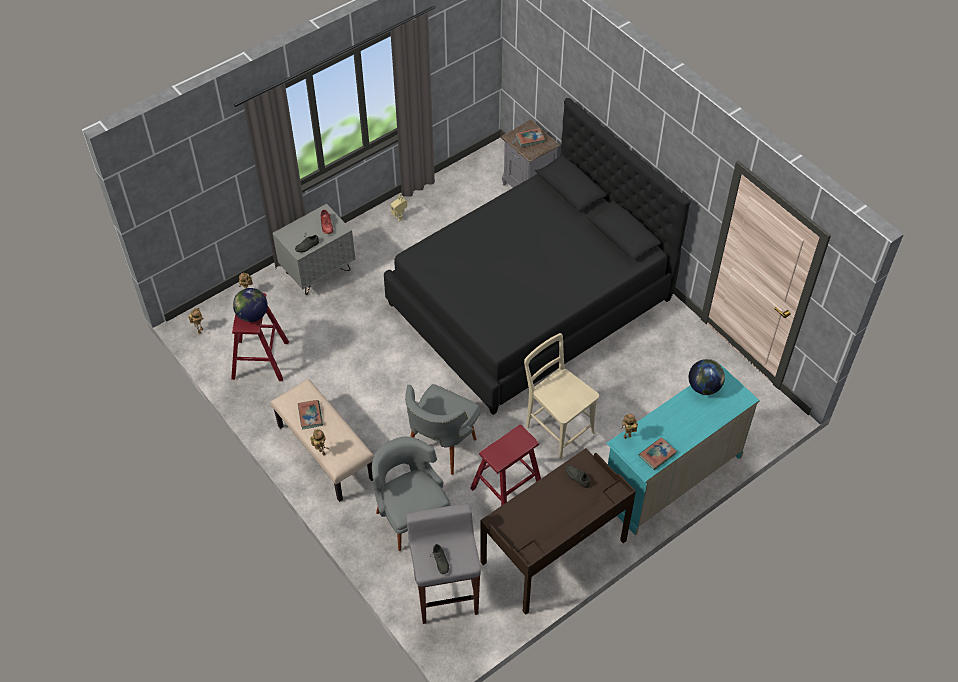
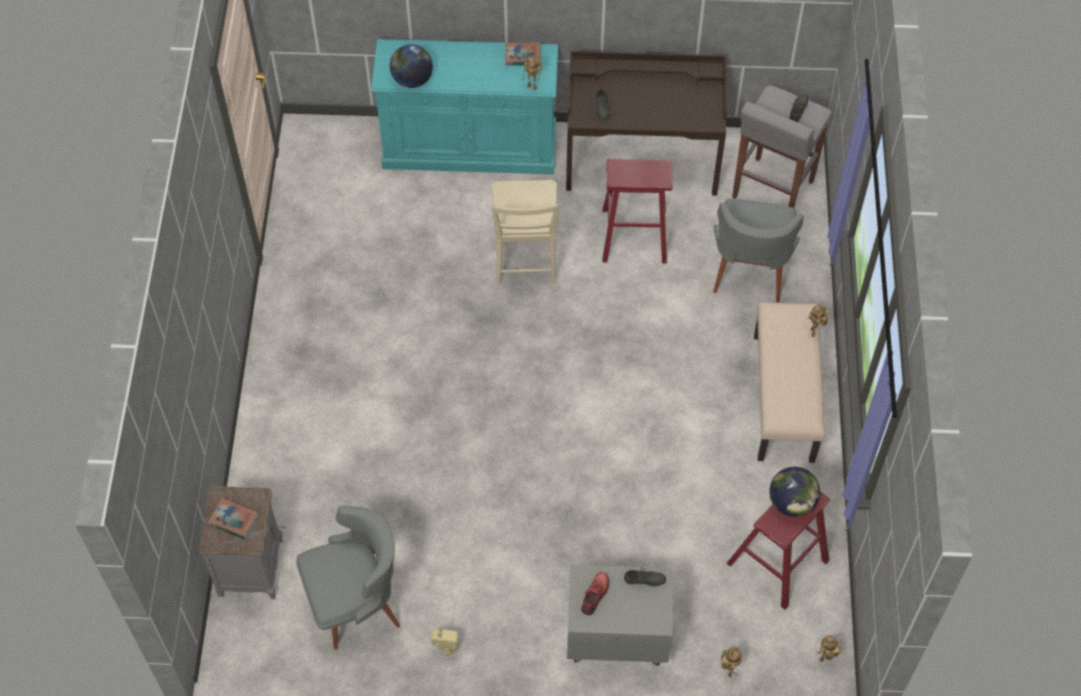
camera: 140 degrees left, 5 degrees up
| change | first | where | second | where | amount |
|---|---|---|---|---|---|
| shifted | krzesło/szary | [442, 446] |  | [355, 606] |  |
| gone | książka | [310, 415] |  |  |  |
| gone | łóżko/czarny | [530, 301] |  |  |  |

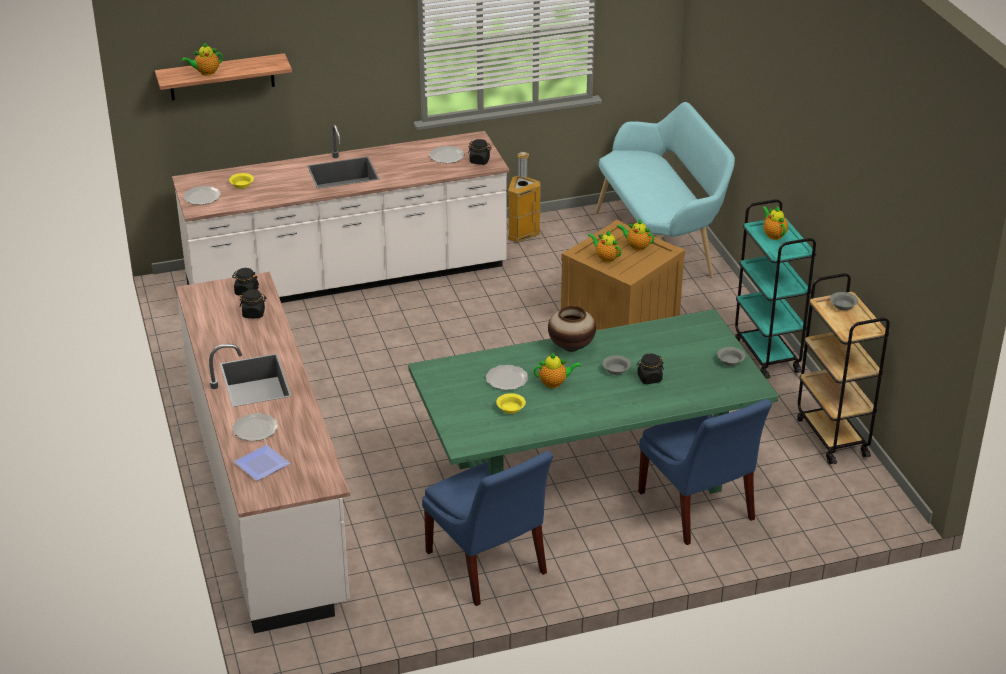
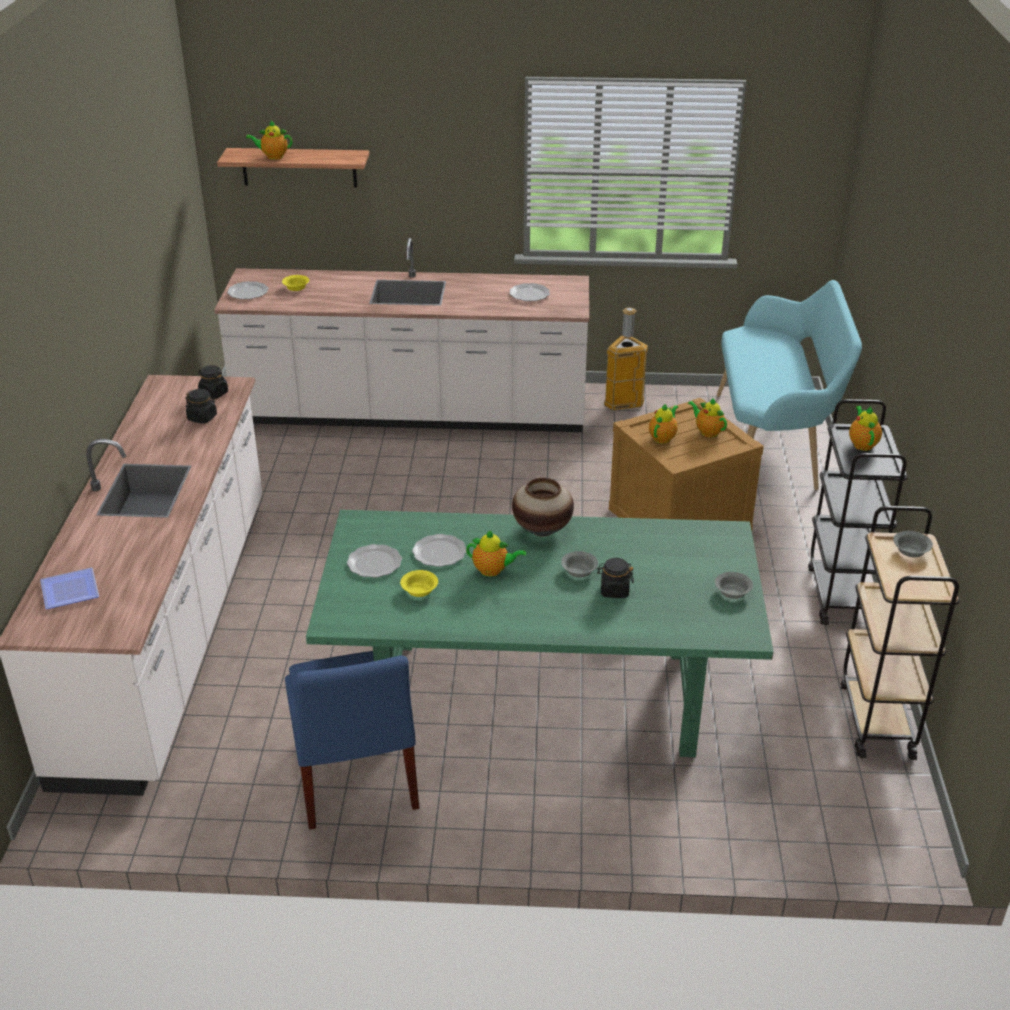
camera: 20 degrees right, 0 degrees up
| change | first | where | second | where | amount |
|---|---|---|---|---|---|
| shifted | talerz | [255, 428] |  | [375, 563] |  |
| rotated | imbryk | [605, 258] |  | [663, 438] | 60 degrees clockwise |
| repainted | wózek/turkusowy | [768, 356] | wózek/czarny | [840, 597] |  |
| gone | słoik/czarny | [479, 161] |  |  |  |
| gone | krzesło/niebieski | [698, 509] |  |  |  |

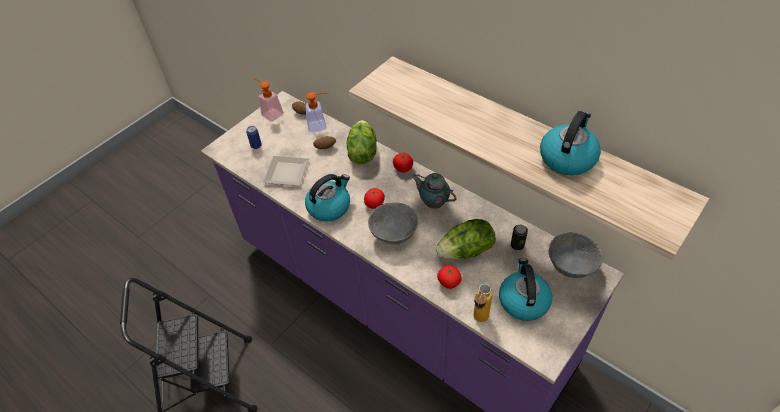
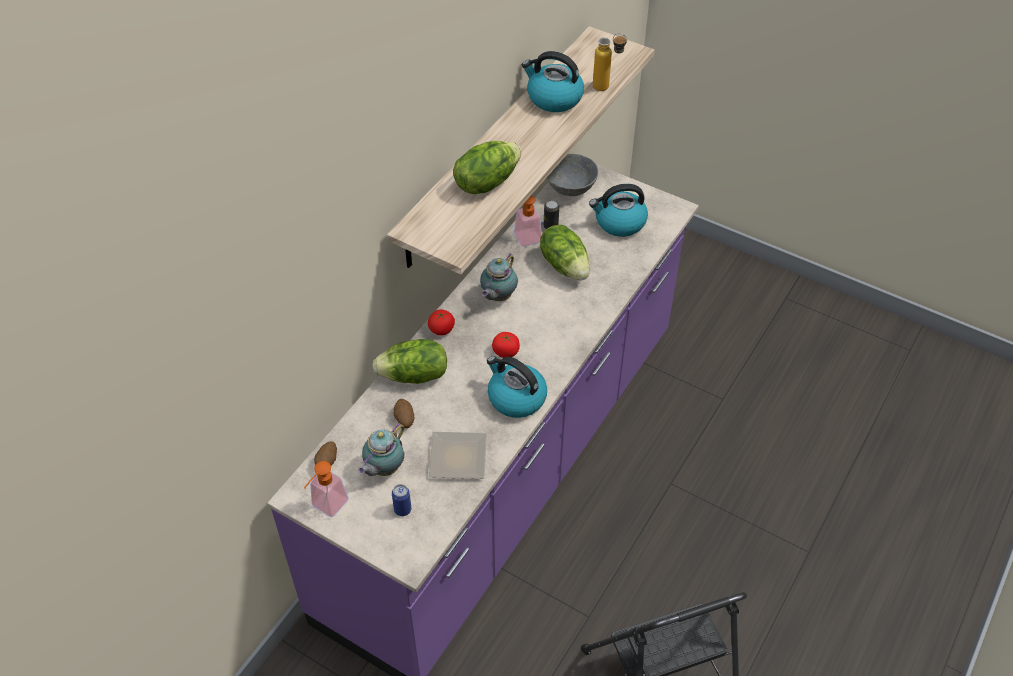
camera: 100 degrees left, 0 degrees up
| change | first | where | second | where | amount |
|---|---|---|---|---|---|
| new |  |  | imbryk | [383, 469] |  |
| new |  |  | sałata | [486, 182] |  |
| shifted | dozownik mydła | [320, 125] |  | [525, 234] |  |
| shifted | butelka | [479, 321] |  | [607, 88] |  |
| gone | miska/szary | [394, 234] |  |  |  |
| gone | pomidor | [449, 282] |  |  |  |

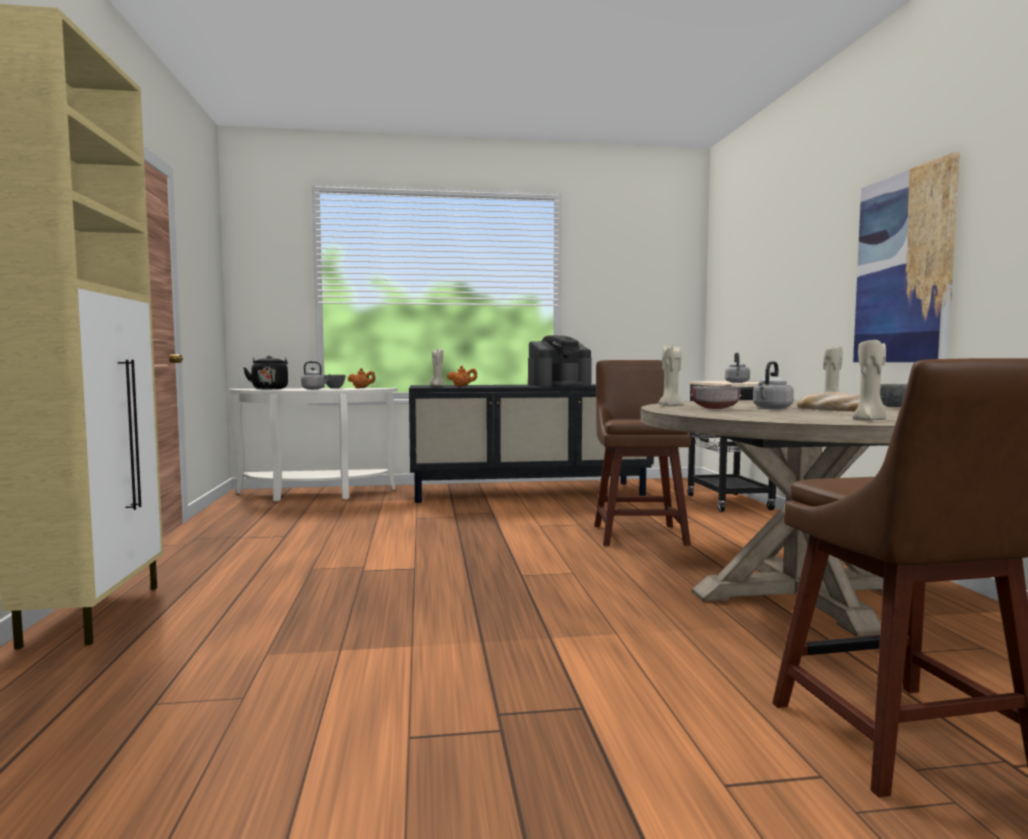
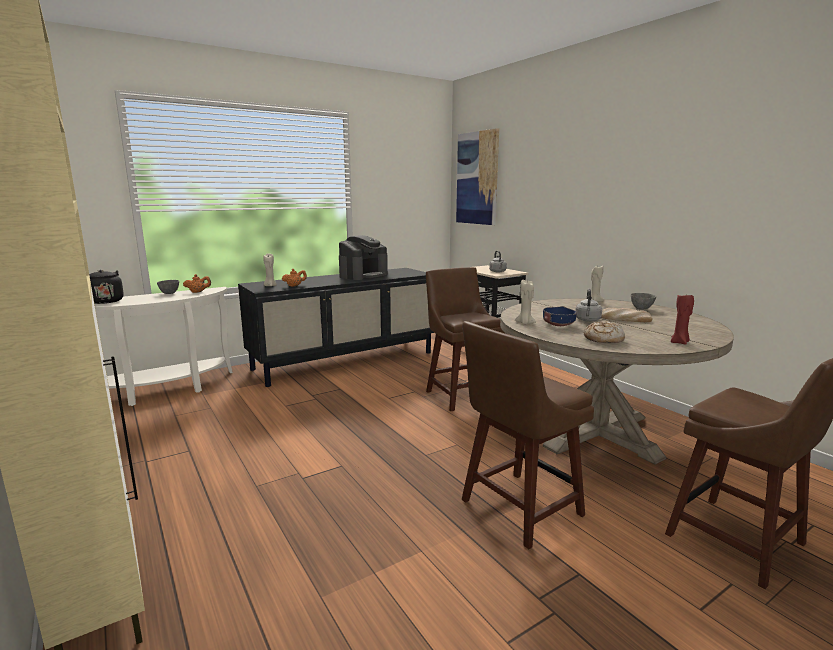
camera: 25 degrees left, 10 degrees up
| change | first | where | second | where | amount |
|---|---|---|---|---|---|
| shifted | obraz | [904, 268] |  | [477, 178] |  |
| new |  |  | krzesło/brązowy | [516, 509] |  |
| repainted | miska/szary | [714, 408] | miska/niebieski | [558, 325] |  |
| new |  |  | chleb | [603, 339] |  |
| repainted | świeca/beżowy | [869, 420] | świeca/czerwony | [680, 342] |  |
| gone | czajnik/szary | [314, 389] |  |  |  |

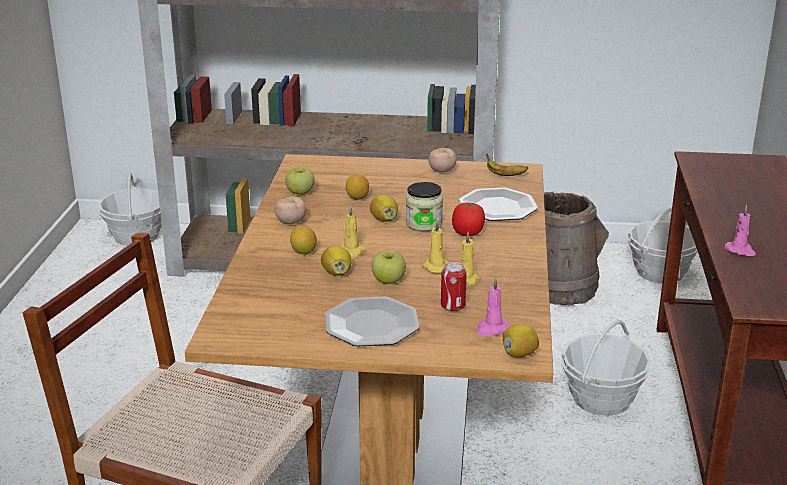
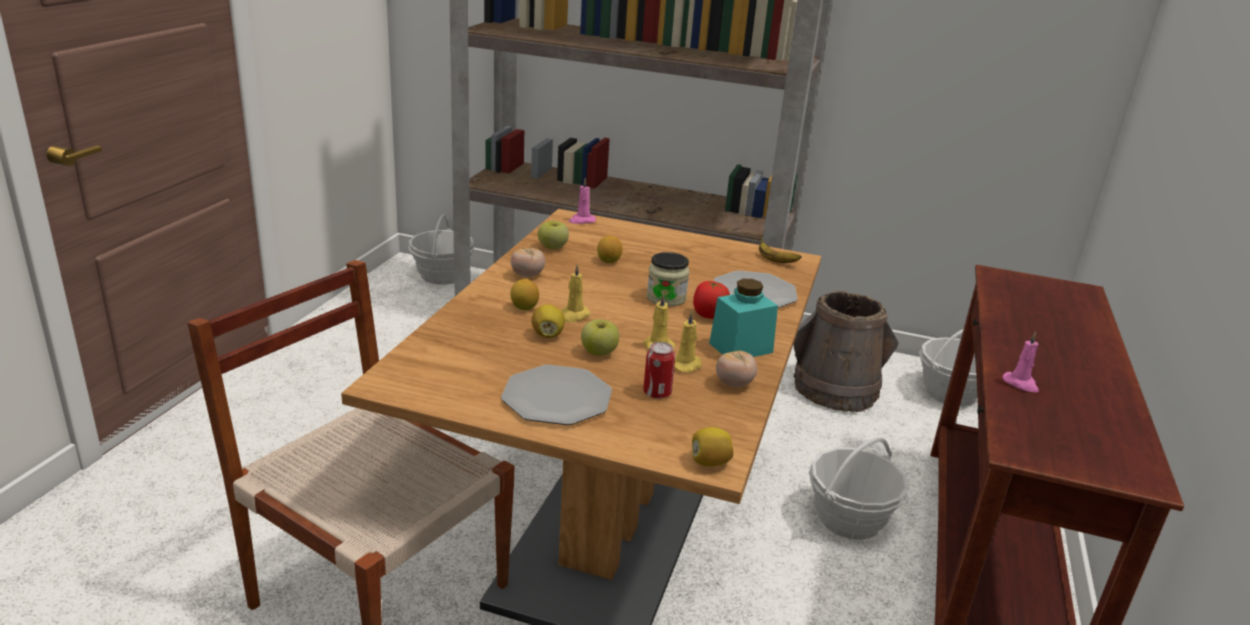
camera: 10 degrees right, 0 degrees up
| change | first | where | second | where | amount |
|---|---|---|---|---|---|
| shifted | świeca/różowy | [491, 329] |  | [581, 221] |  |
| new |  |  | słoik/turkusowy | [740, 348] |  |
| shifted | pomidor | [442, 171] |  | [734, 384] |  |
| gone | cytryna | [384, 219] |  |  |  |

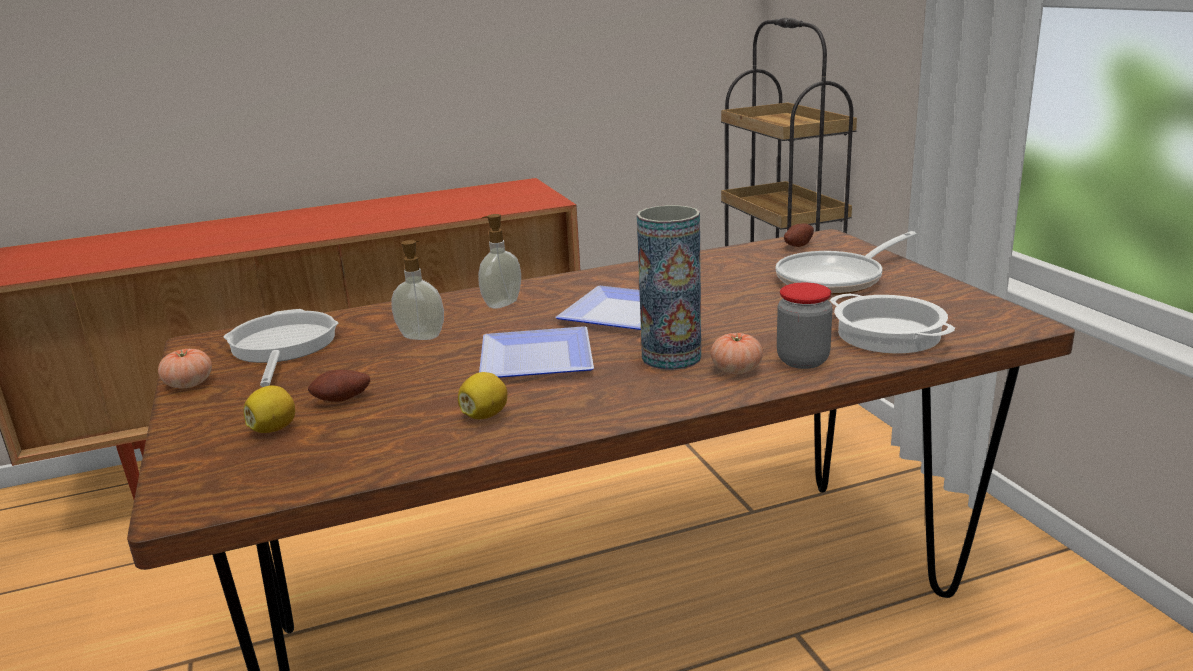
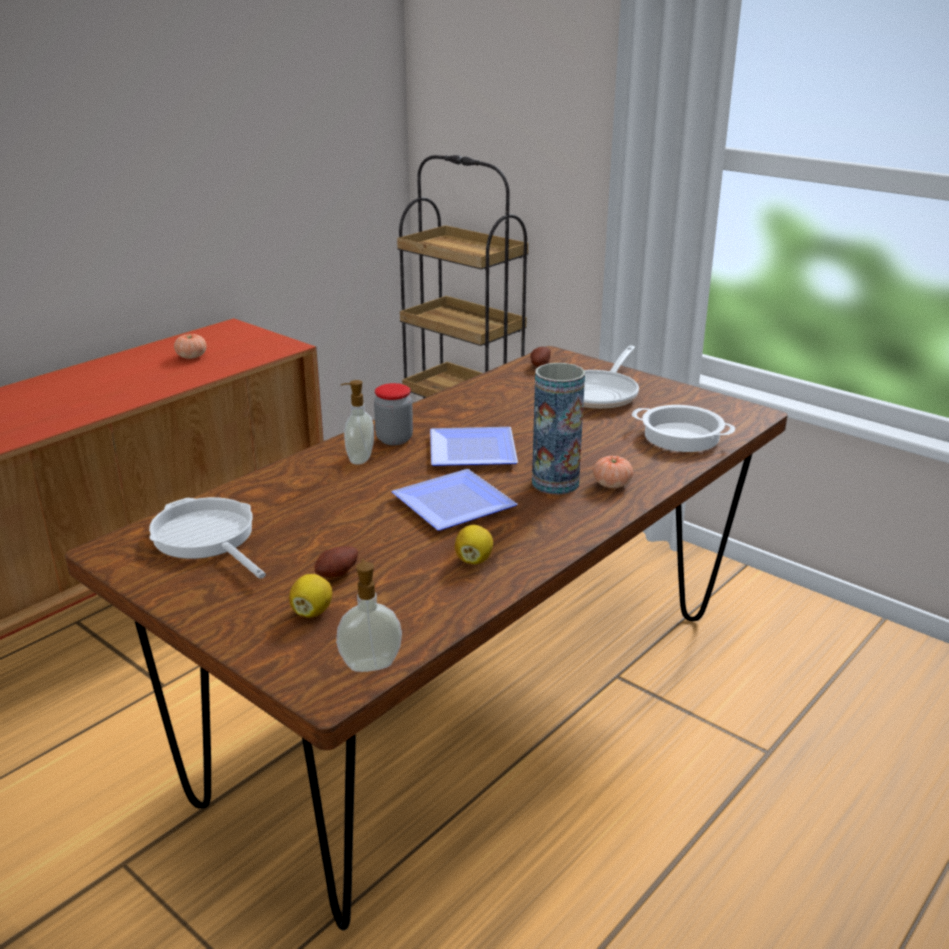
camera: 30 degrees left, 5 degrees up
| change | first | where | second | where | amount |
|---|---|---|---|---|---|
| shifted | pomidor | [189, 384] |  | [191, 356] |  |
| shifted | dozownik mydła | [422, 336] |  | [370, 664] |  |
| shifted | słoik | [802, 360] |  | [394, 439] |  |

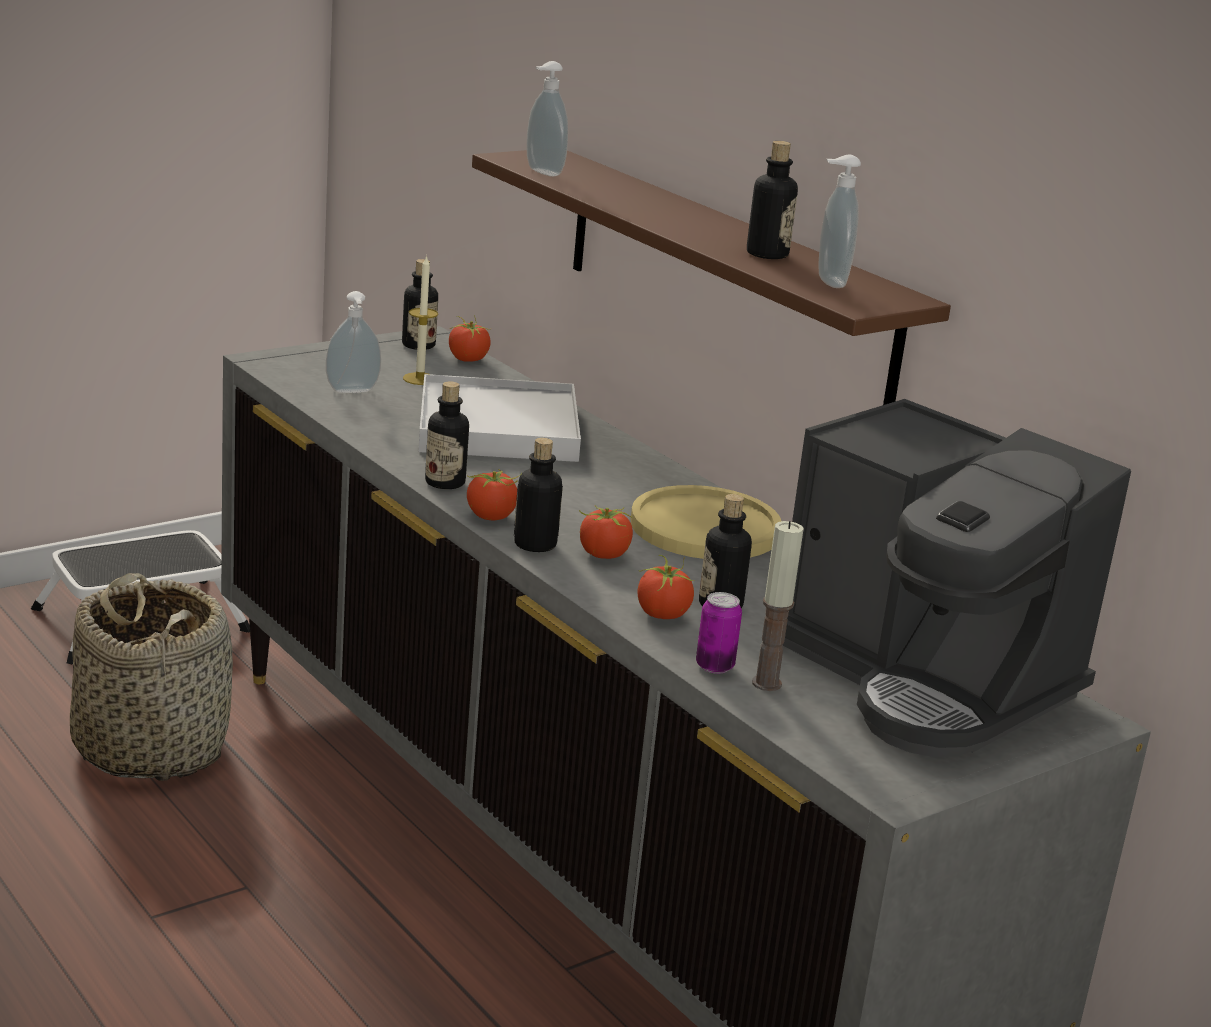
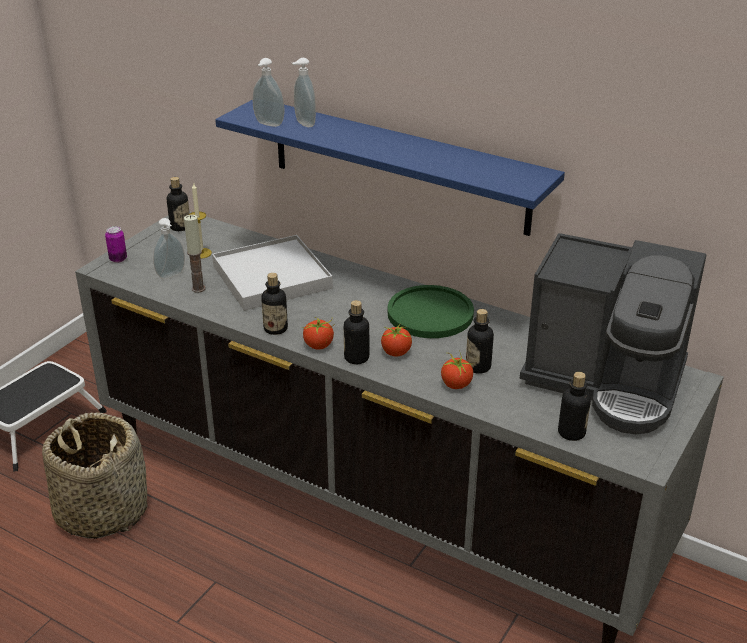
camera: 20 degrees left, 10 degrees up
| change | first | where | second | where | amount |
|---|---|---|---|---|---|
| shifted | puszka | [714, 666] |  | [118, 259] |  |
| shifted | świeca | [766, 683] |  | [198, 288] |  |
| repainted | półka/brązowy | [726, 277] | półka/niebieski | [398, 166] |  |
| shifted | dozownik mydła | [828, 282] |  | [303, 124] |  |
| repainted | talerz/żółty | [705, 527] | talerz/zielony | [430, 314] |  |
| shifted | butelka | [767, 254] |  | [571, 433] |  |
| gone | pomidor | [468, 359] |  |  |  |

